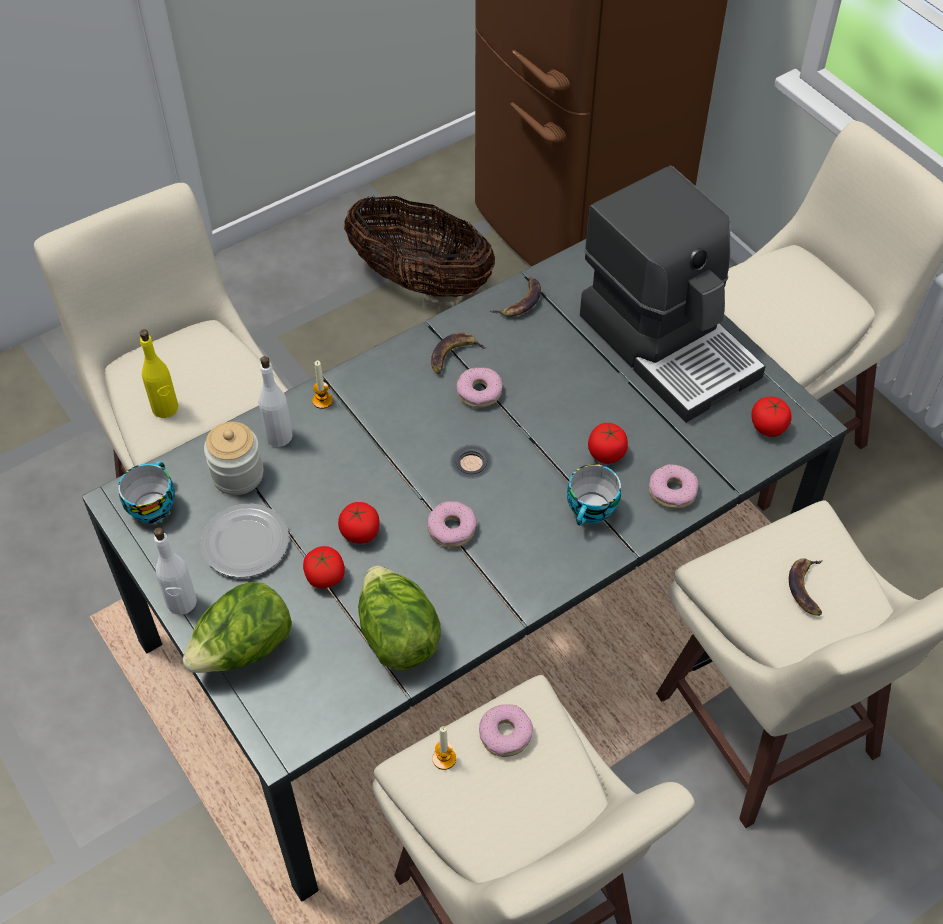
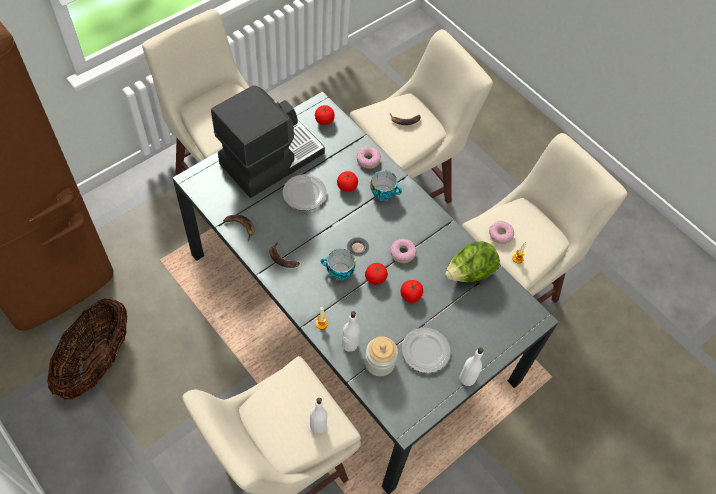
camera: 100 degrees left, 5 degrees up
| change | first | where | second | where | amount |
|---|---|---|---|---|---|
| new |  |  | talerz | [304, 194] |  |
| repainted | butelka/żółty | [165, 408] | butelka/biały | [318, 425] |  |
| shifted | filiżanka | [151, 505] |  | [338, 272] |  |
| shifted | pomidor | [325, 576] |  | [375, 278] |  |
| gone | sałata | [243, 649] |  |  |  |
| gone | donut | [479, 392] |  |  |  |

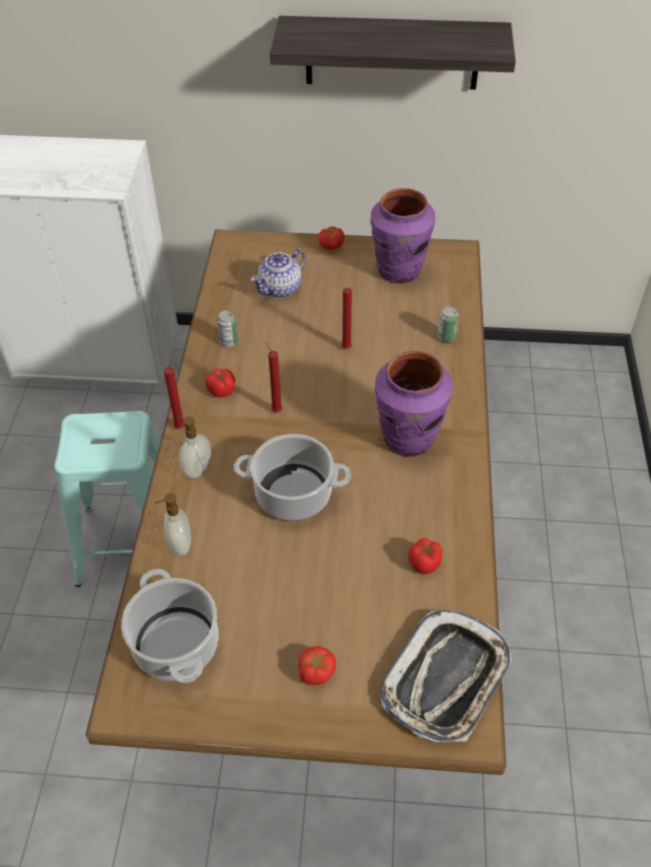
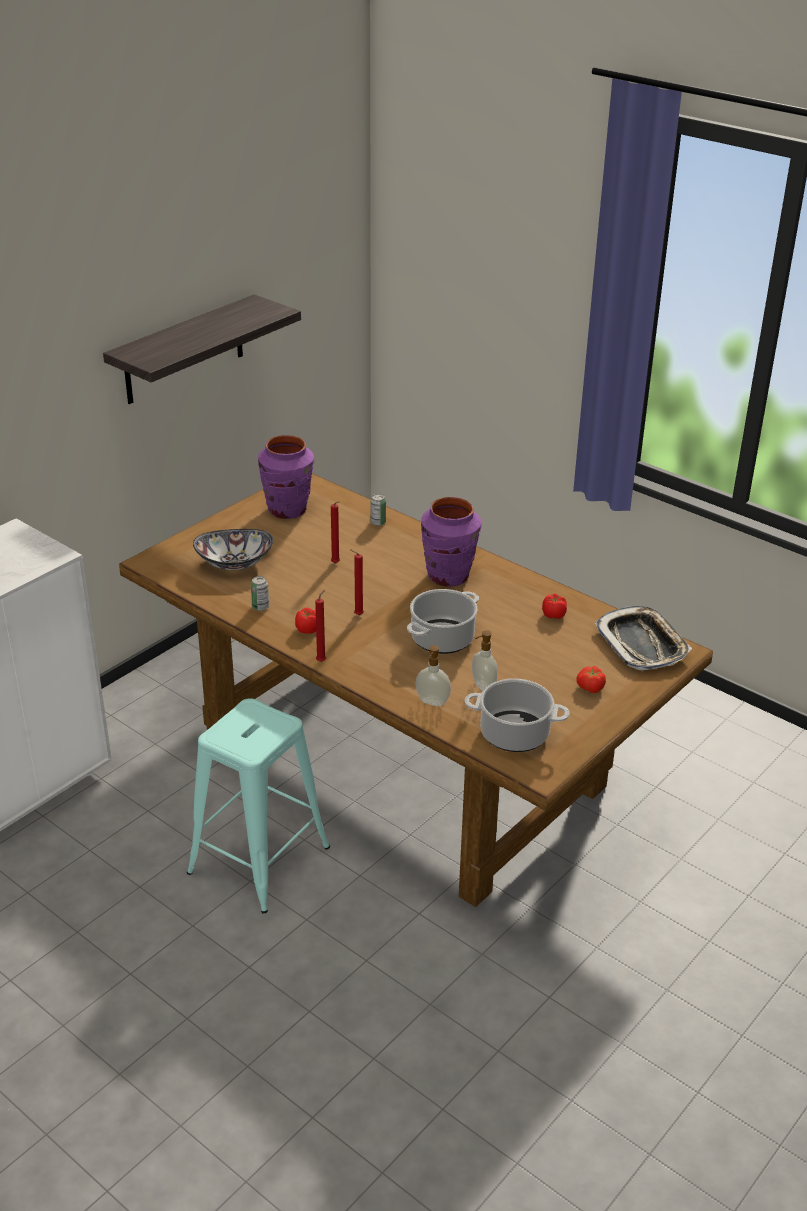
camera: 55 degrees left, 15 degrees down
| change | first | where | second | where | amount |
|---|---|---|---|---|---|
| swapped | imbryk | [280, 288] | miska | [234, 563] |  |
| shifted | dozownik mydła | [196, 469] |  | [482, 686] |  |
| gone | pomidor | [331, 246] |  |  |  |

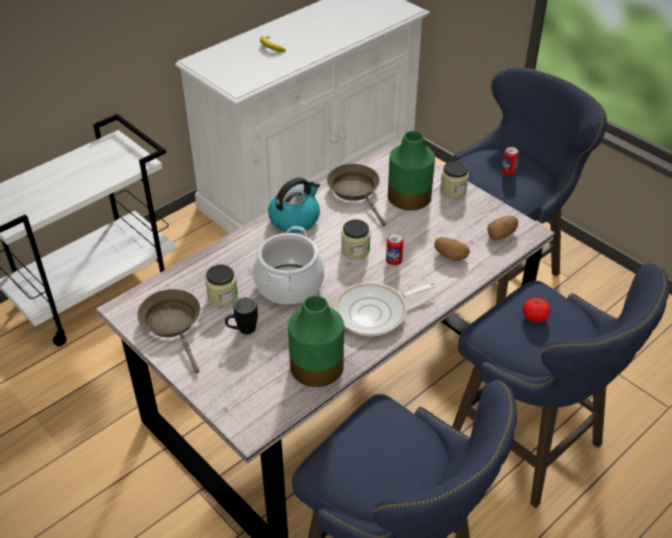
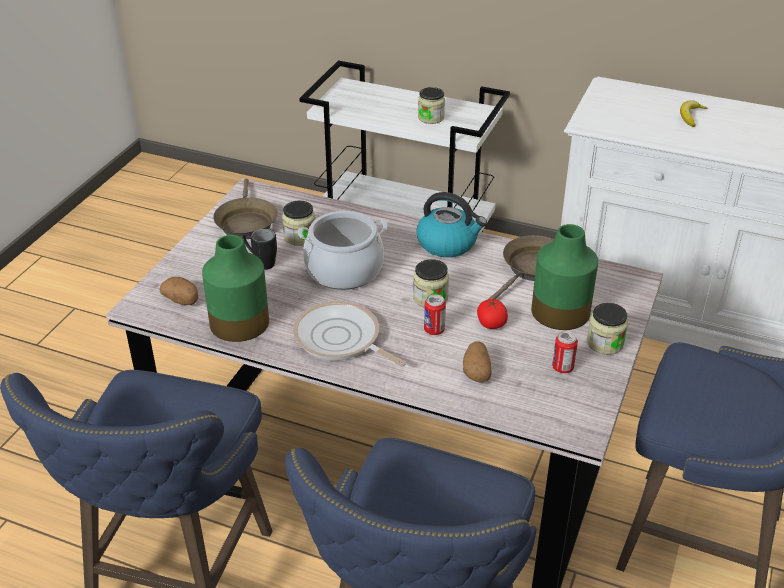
camera: 65 degrees right, 5 degrees down
| change | first | where | second | where | amount |
|---|---|---|---|---|---|
| shifted | ziemniak | [501, 235] |  | [182, 300] |  |
| rotated | patelnia/brązowy | [173, 324] |  | [246, 222] | 135 degrees clockwise |
| new |  |  | słoik | [431, 118] |  |
| shifted | pomidor | [534, 317] |  | [491, 324] |  |
| shifted | puszka | [508, 172] |  | [562, 368] |  |

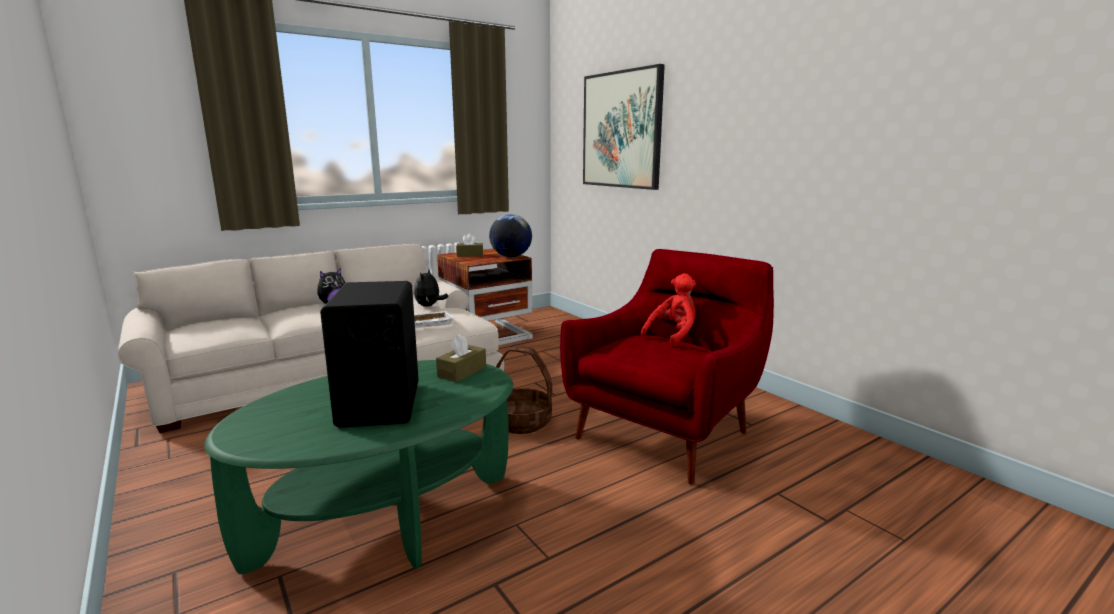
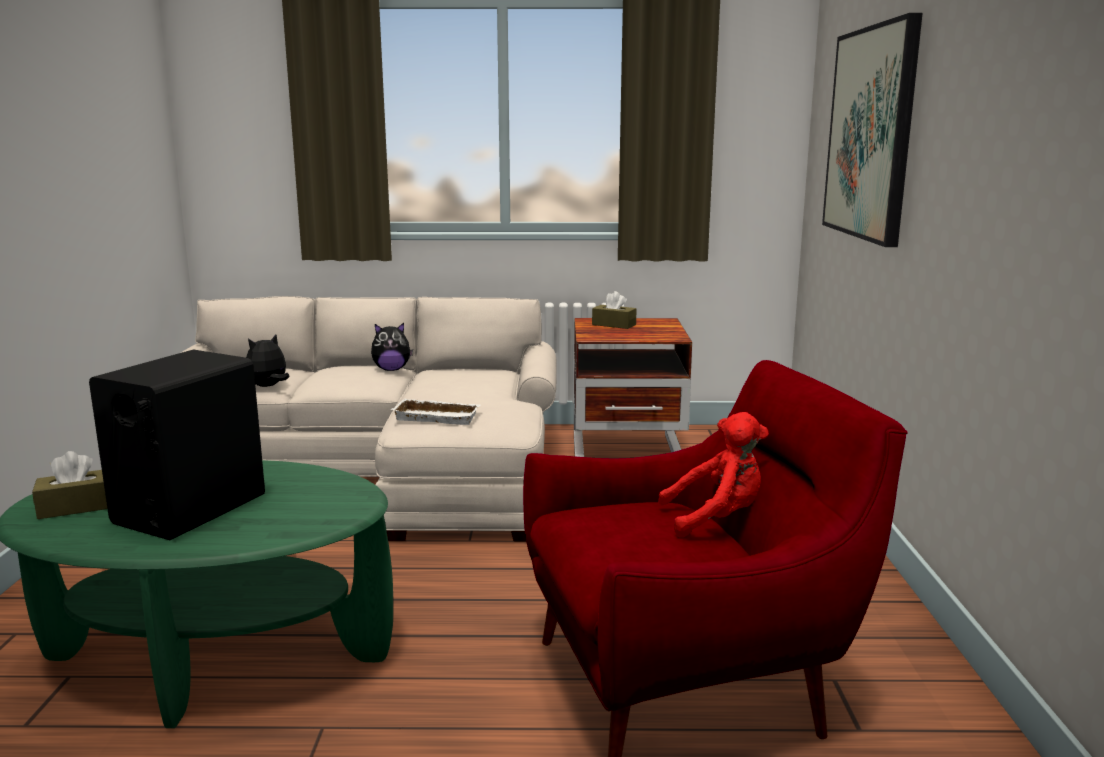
camera: 35 degrees right, 0 degrees up
| change | first | where | second | where | amount |
|---|---|---|---|---|---|
| shifted | pudełko chusteczek/brązowy | [462, 372] |  | [77, 507] |  |
| shifted | pluszak | [429, 306] |  | [268, 386] |  |
| gone | globus | [511, 256] |  |  |  |
| gone | koszyk | [522, 422] |  |  |  |

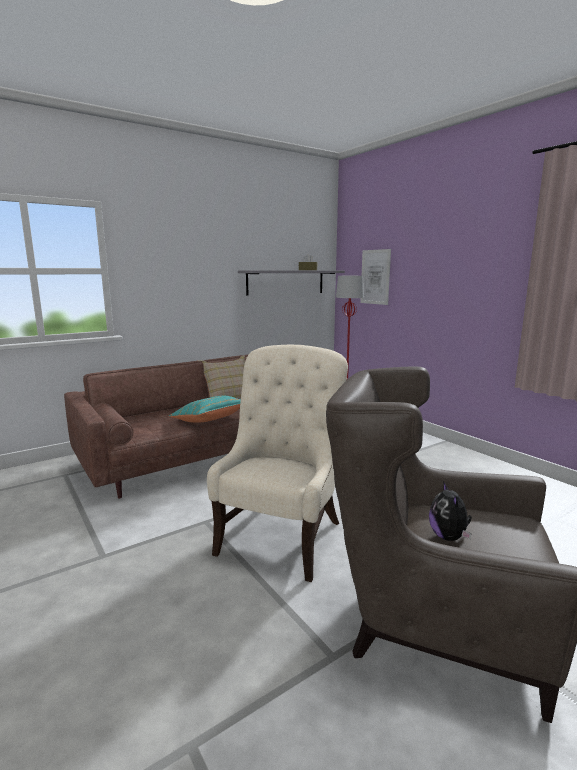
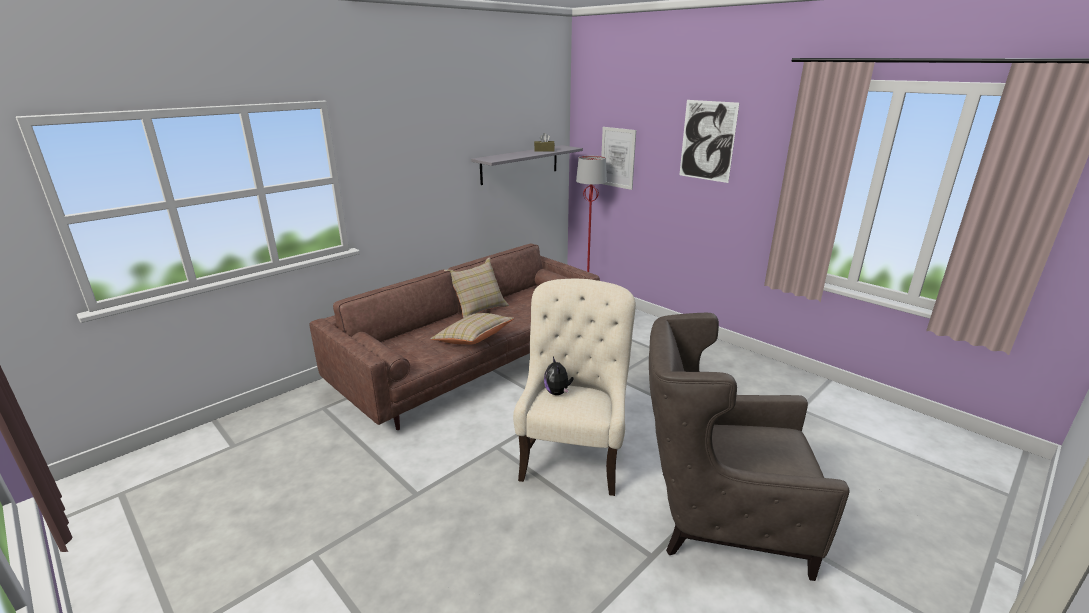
camera: 10 degrees left, 10 degrees up
| change | first | where | second | where | amount |
|---|---|---|---|---|---|
| repainted | poduszka/turkusowy | [209, 421] | poduszka/beżowy | [473, 340] |  |
| shifted | pluszak | [449, 537] |  | [557, 393] |  |
| new |  |  | obraz | [707, 141] |  |

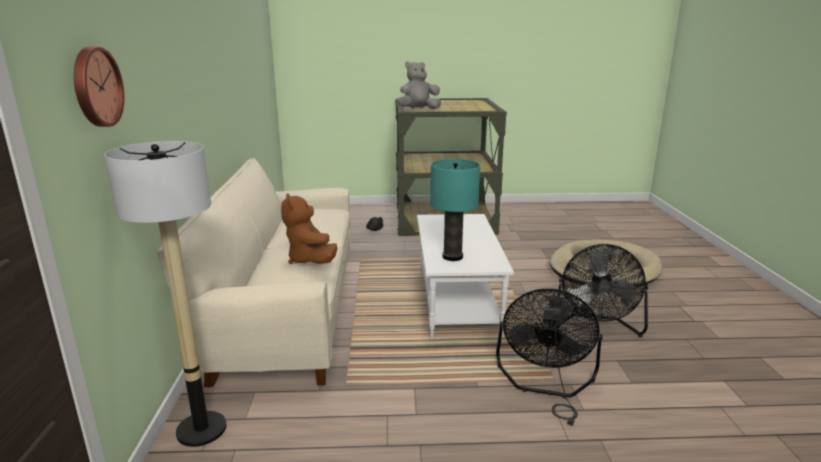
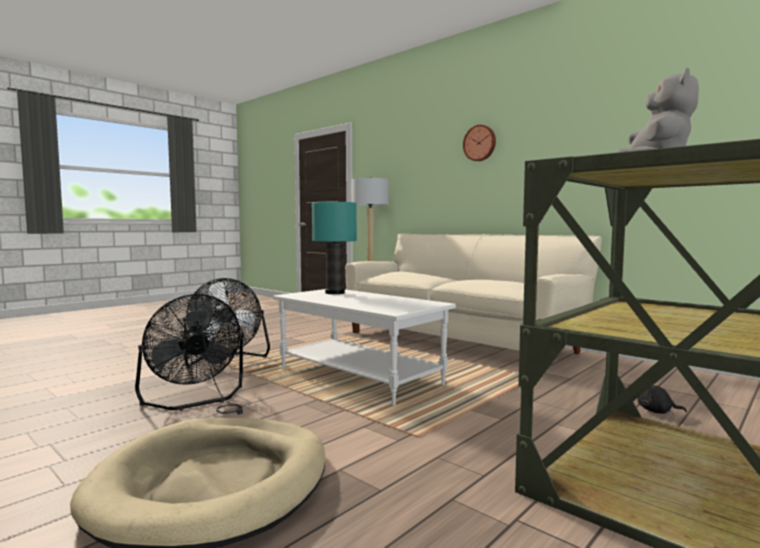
camera: 135 degrees right, 15 degrees down
| change | first | where | second | where | amount |
|---|---|---|---|---|---|
| shifted | zegar ścienny | [95, 87] |  | [480, 143] |  |
| gone | pluszak/brązowy | [310, 260] |  |  |  |

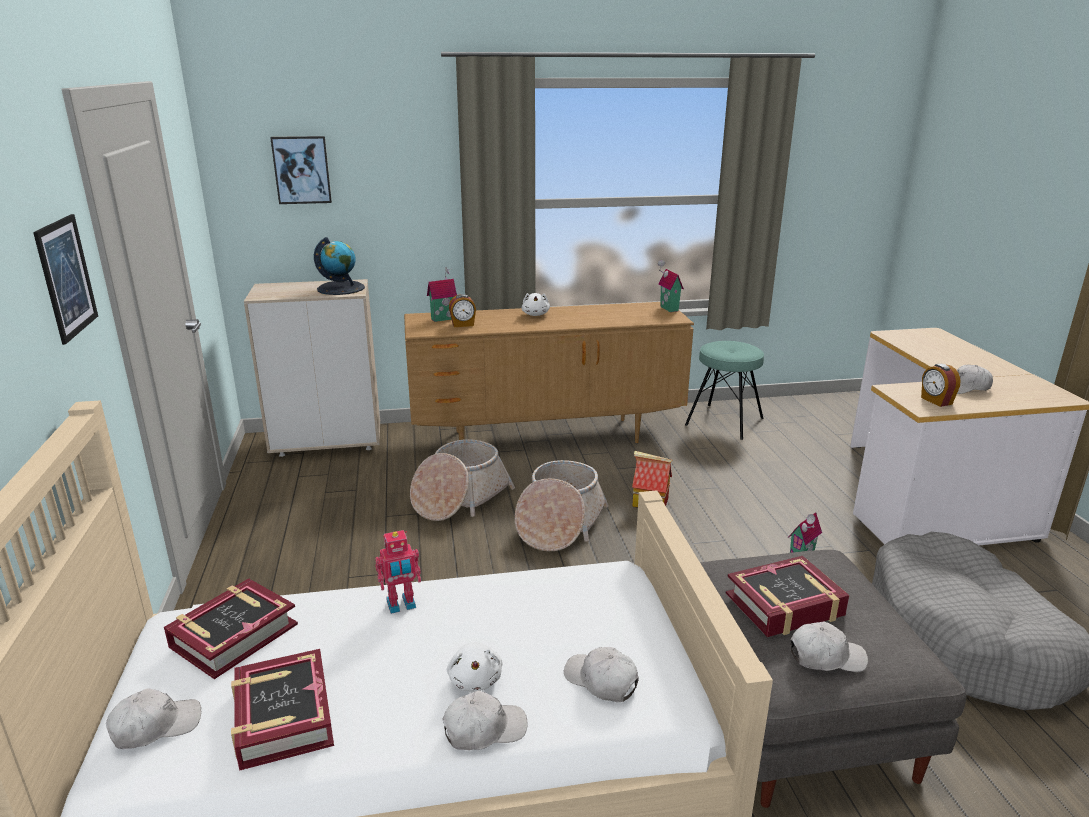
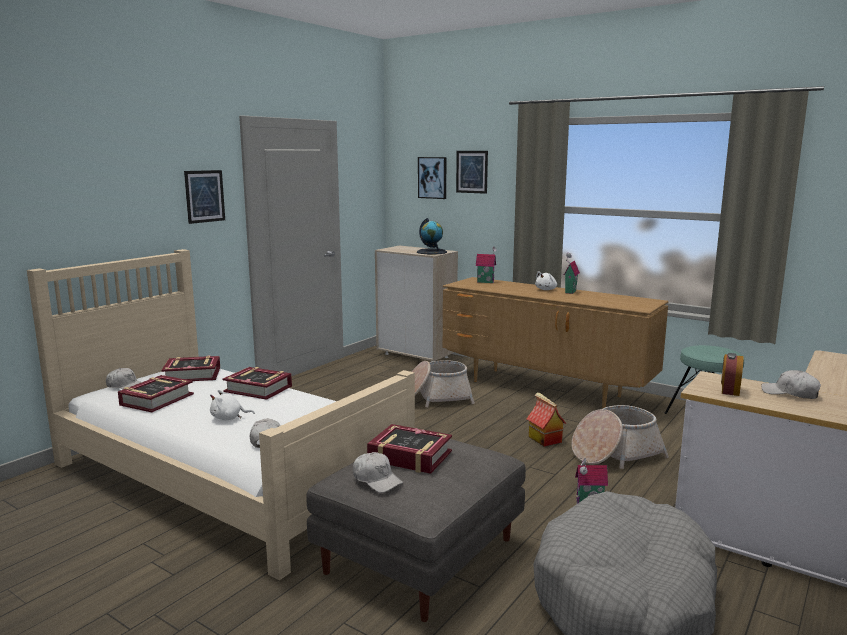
camera: 45 degrees right, 10 degrees down
| change | first | where | second | where | amount |
|---|---|---|---|---|---|
| rotated | pluszak/biały | [475, 679] |  | [229, 418] | 45 degrees clockwise |
| swapped | robot zabawkowy | [401, 605] | książka | [258, 389] |  |
| new |  |  | obraz | [471, 172] |  |
| shifted | domek | [667, 309] |  | [569, 291] |  |
| shifted | koszyk | [559, 523] |  | [615, 453] |  |
| gone | czapka z daszkiem/biały | [484, 729] |  |  |  |
| gone | budzik | [463, 325] |  |  |  |

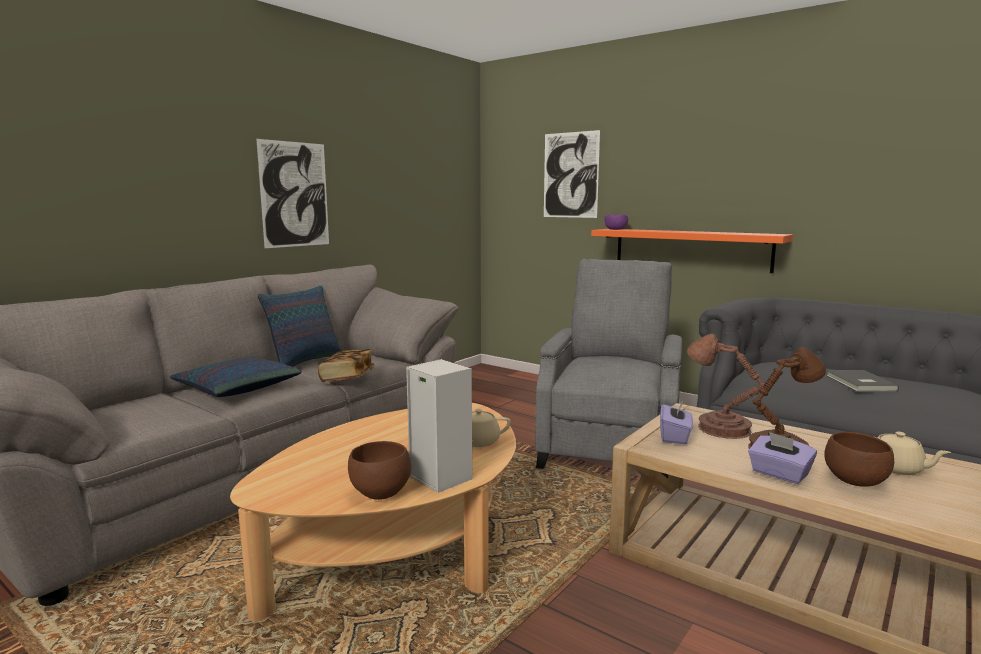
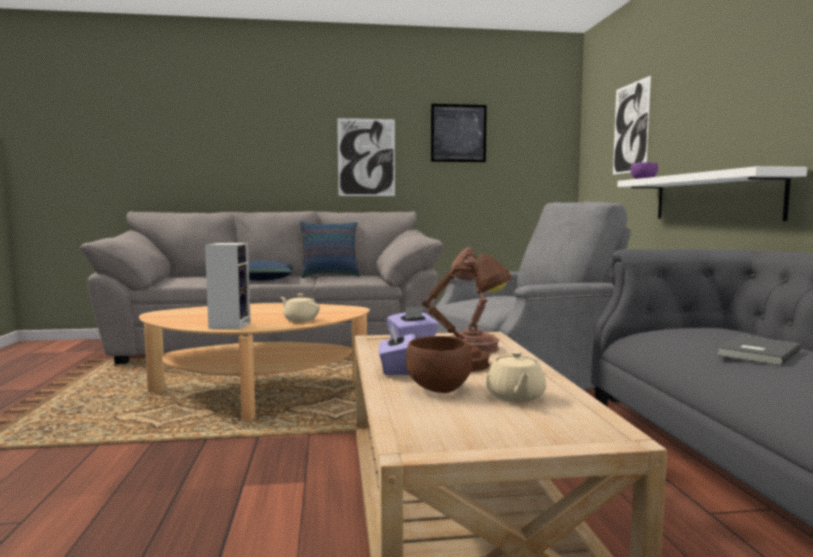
camera: 45 degrees right, 5 degrees down
| change | first | where | second | where | amount |
|---|---|---|---|---|---|
| new |  |  | obraz | [458, 133] |  |
| repainted | półka/pomarańczowy | [690, 249] | półka/biały | [714, 197] |  |
| gone | książka | [347, 378] |  |  |  |
| gone | miska/brązowy | [380, 494] |  |  |  |

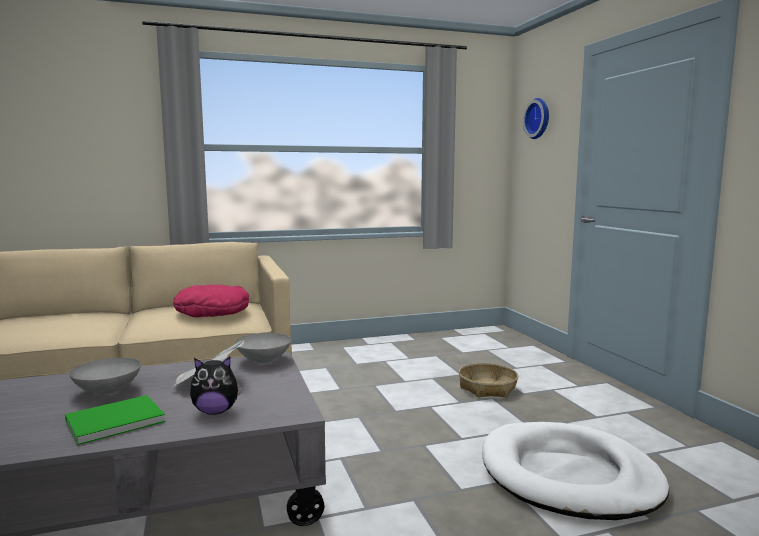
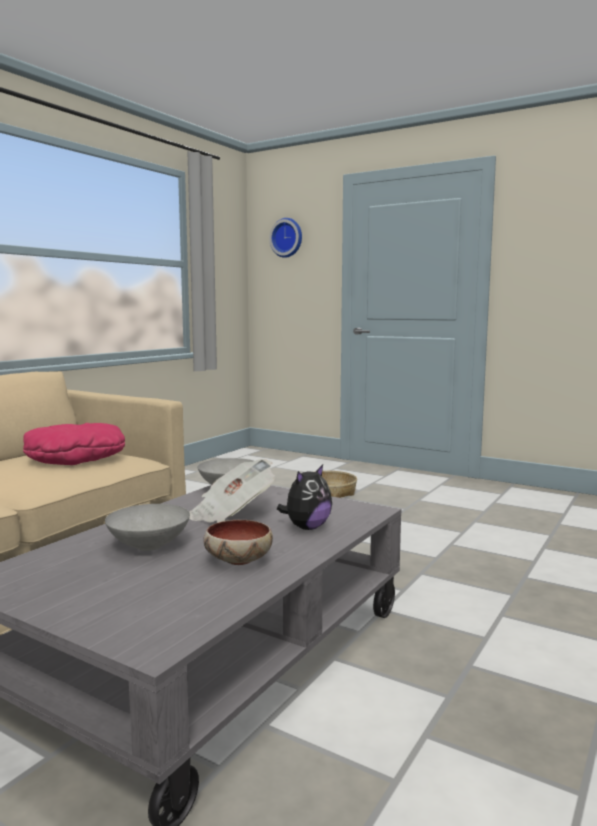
camera: 40 degrees left, 0 degrees up
| change | first | where | second | where | amount |
|---|---|---|---|---|---|
| swapped | książka/zielony | [112, 421] | miska | [237, 560] |  |
| gone | legowisko/biały | [569, 476] |  |  |  |

